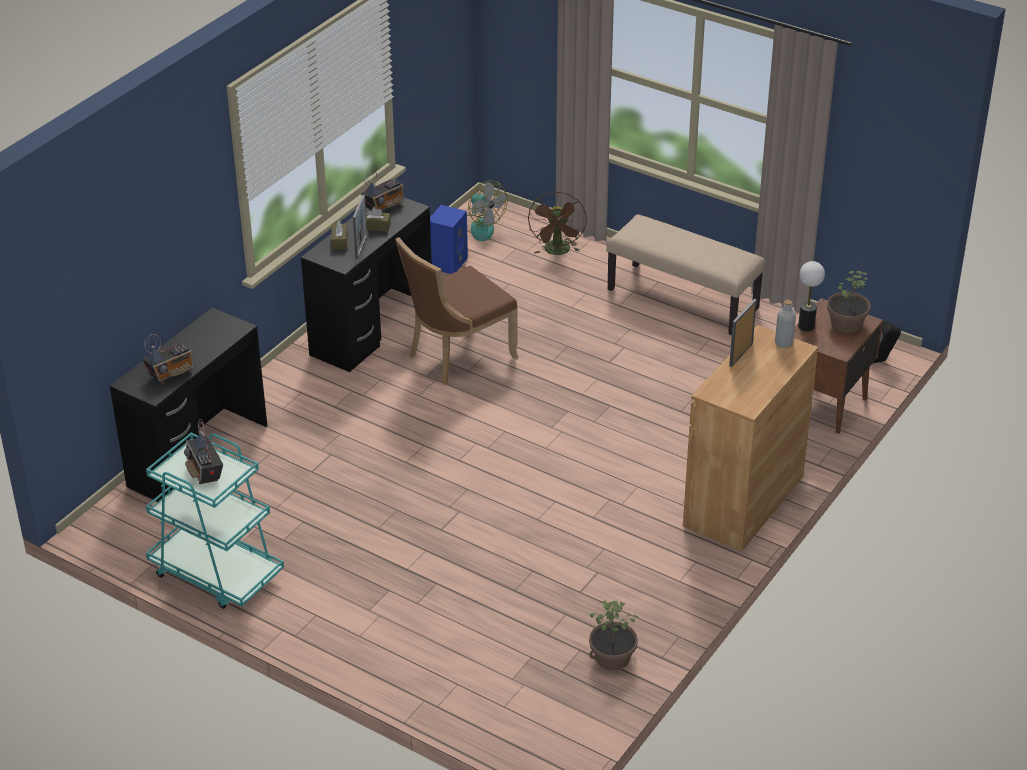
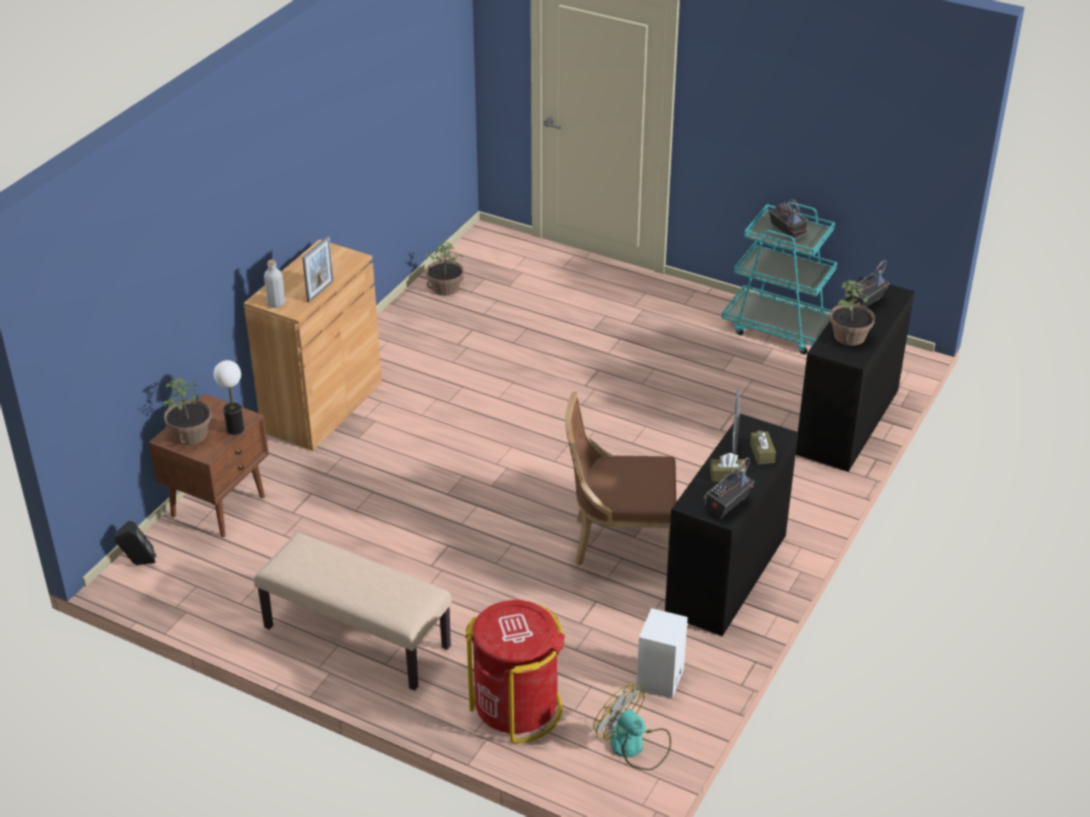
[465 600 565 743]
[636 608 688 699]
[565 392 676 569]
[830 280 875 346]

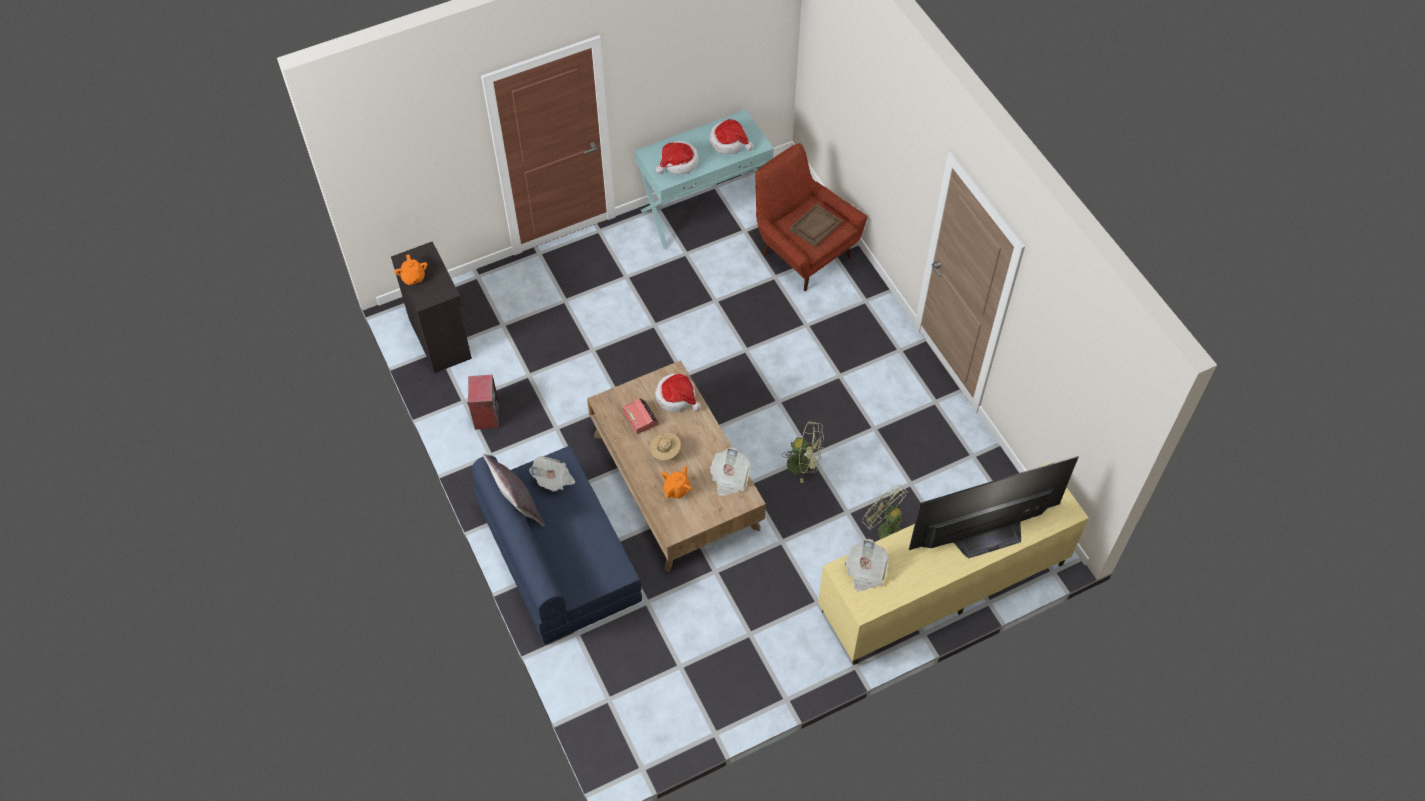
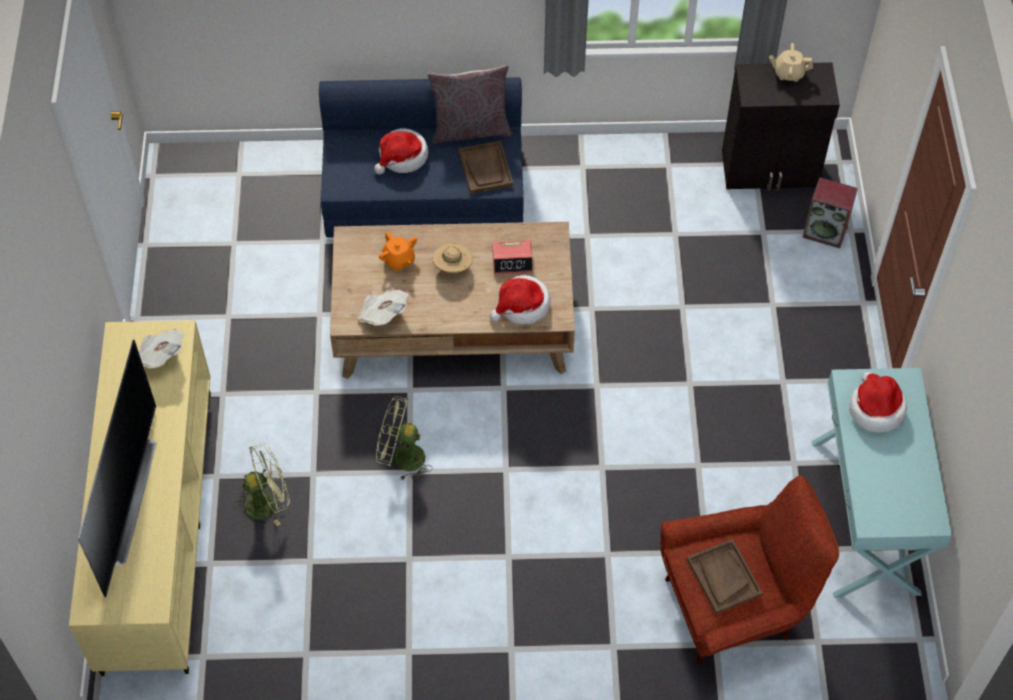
[374 128 428 175]
[769 43 813 82]
[802 177 858 248]
[376 396 433 481]
[458 141 513 194]

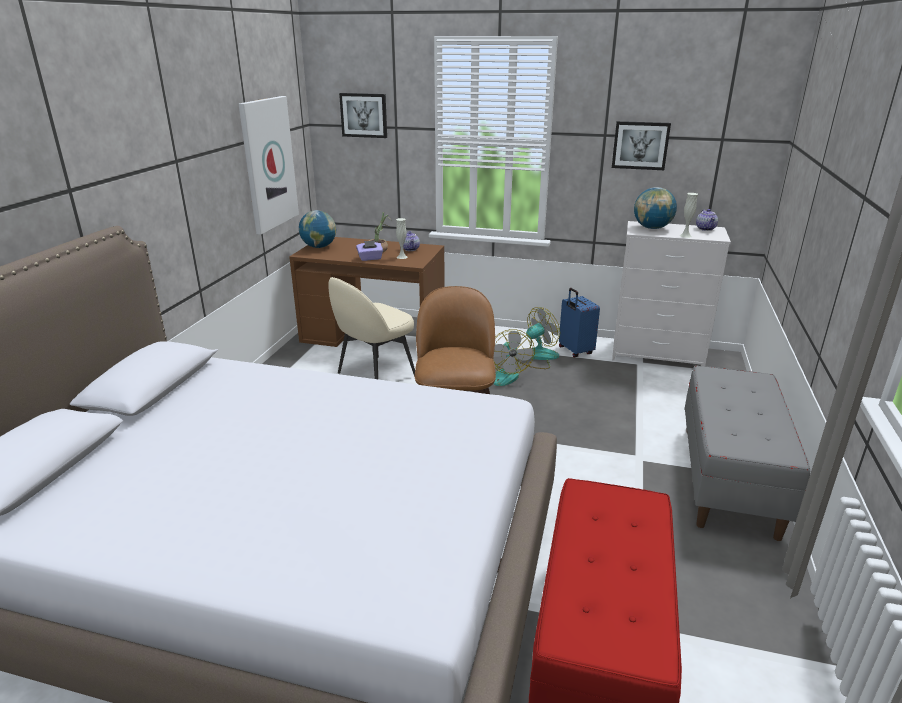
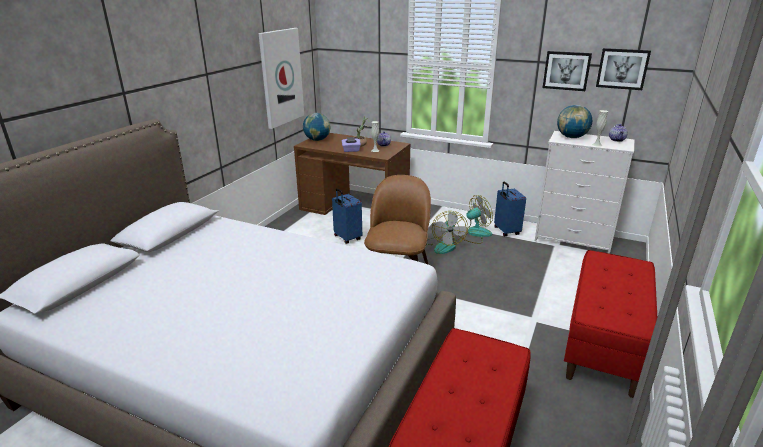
[596 48 651 90]
[332 188 362 244]
[564 250 657 398]

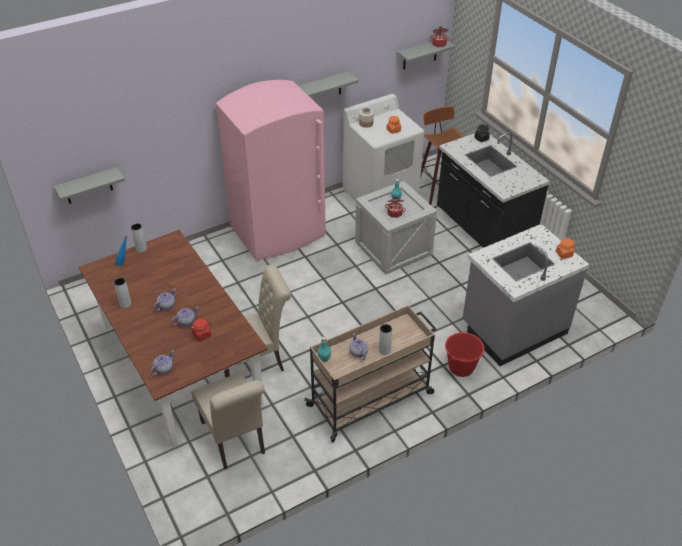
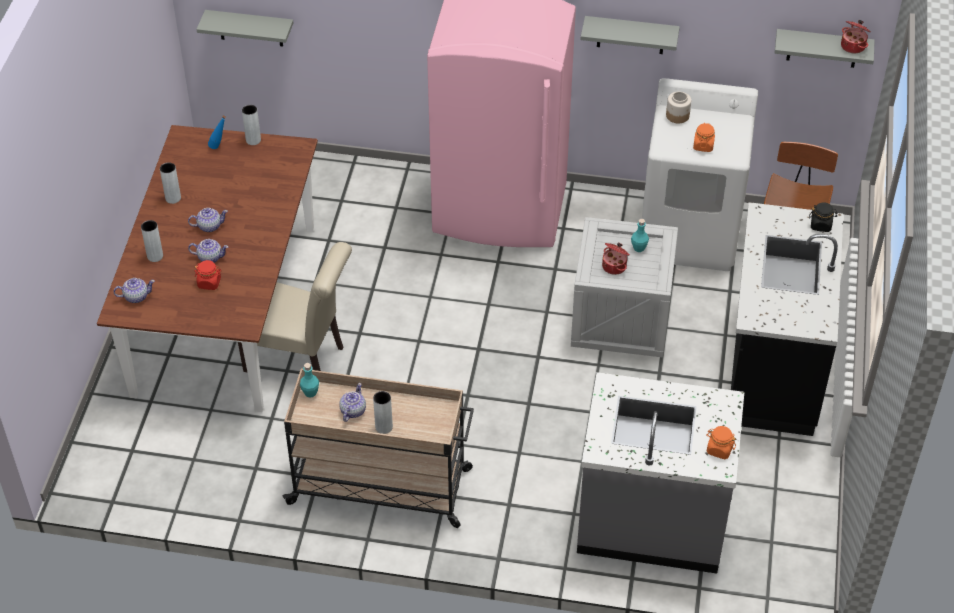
[445 332 484 377] (first image)
[191 373 265 469] (first image)
[141 220 163 262]

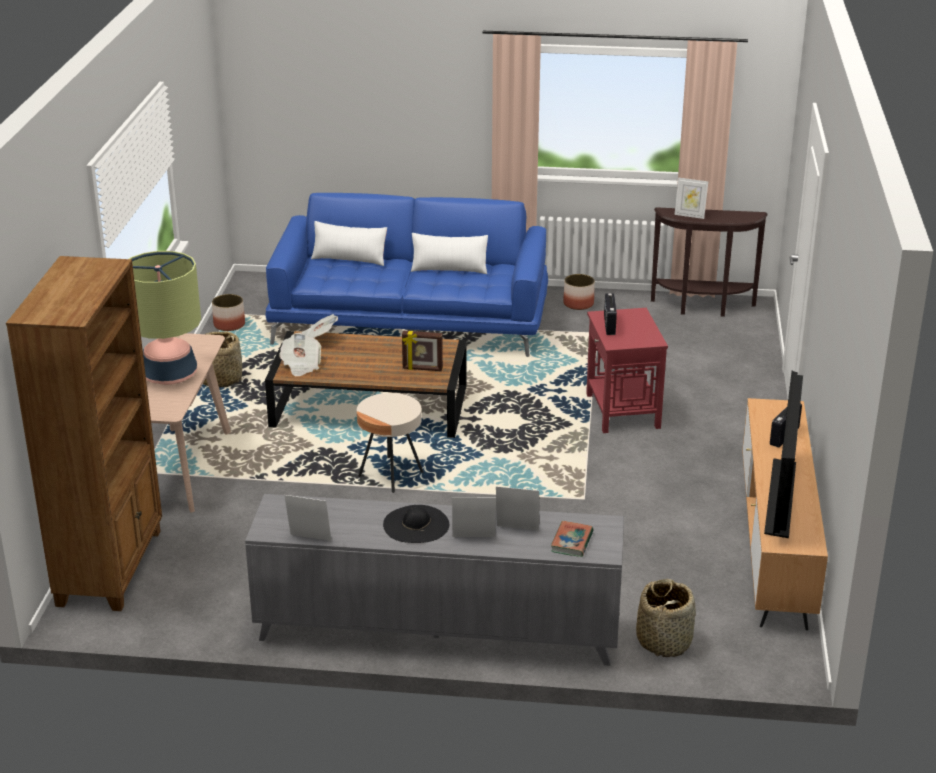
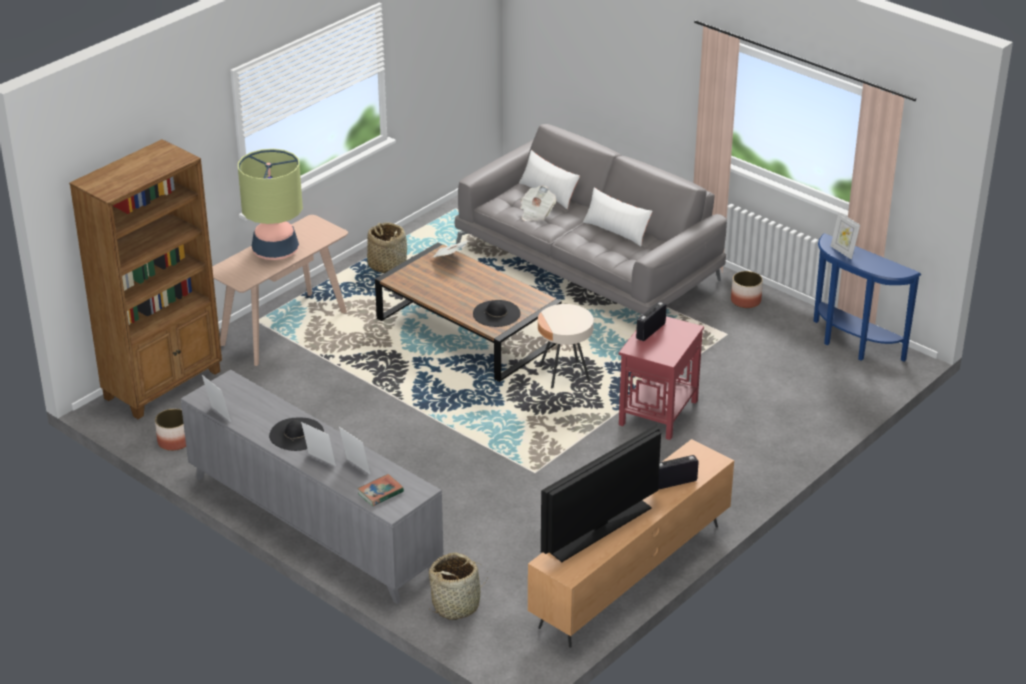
[454 124 727 315]
[813 233 921 362]
[155 409 186 451]
[473 300 521 327]
[520 185 556 221]
[538 304 594 388]

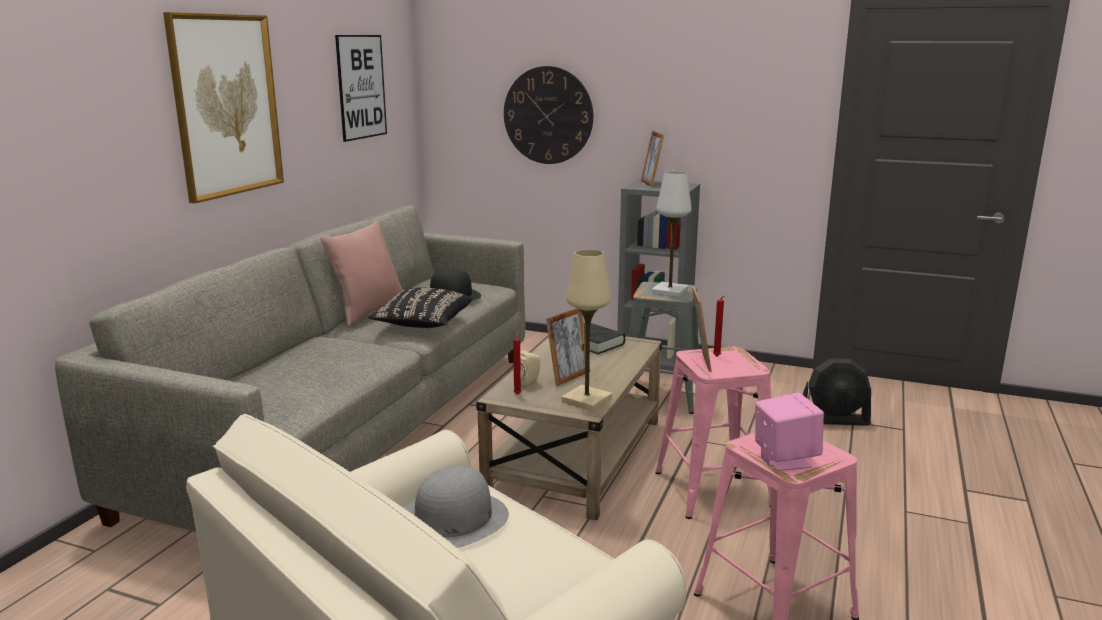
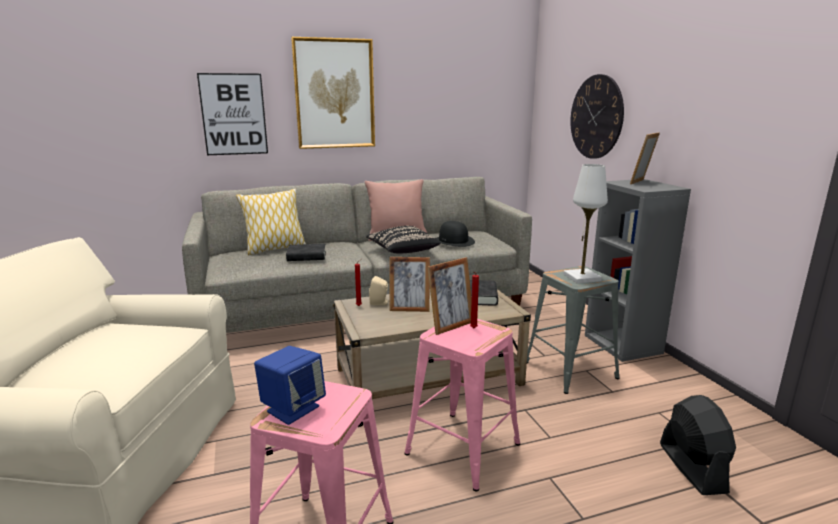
[197 73 268 155]
[562 249 612 411] (first image)
[660 395 736 495]
[254 346 326 425]
[405 465 509 548] (first image)
[236 189 306 256]
[286 244 326 261]

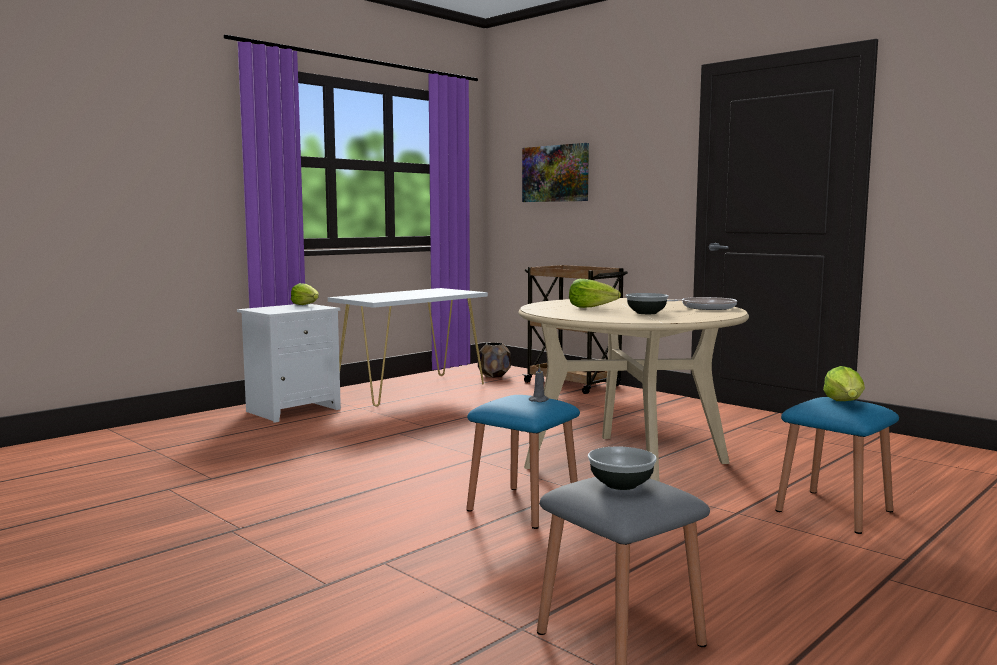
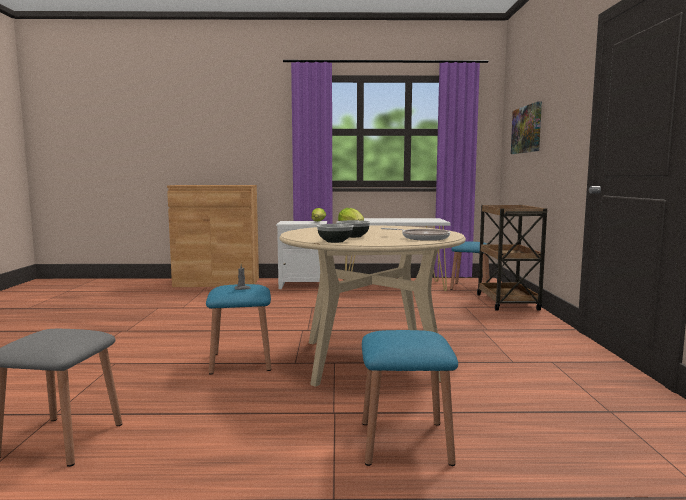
[450 241 490 290]
[823 366 865 401] (first image)
[317 224 353 243]
[167 185 259 287]

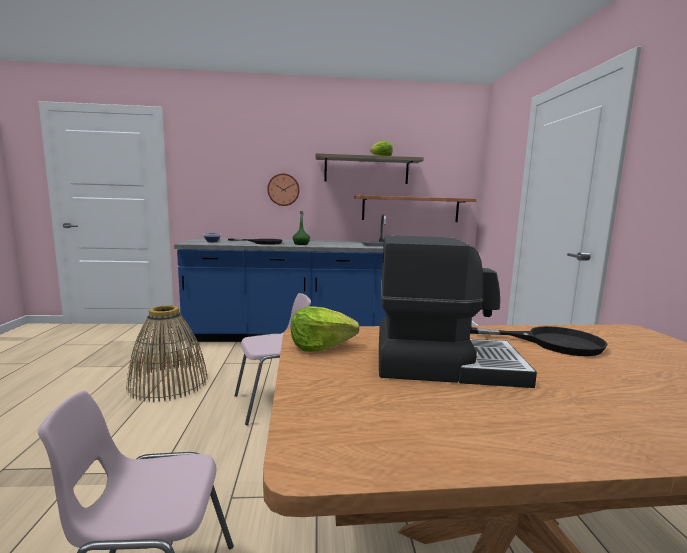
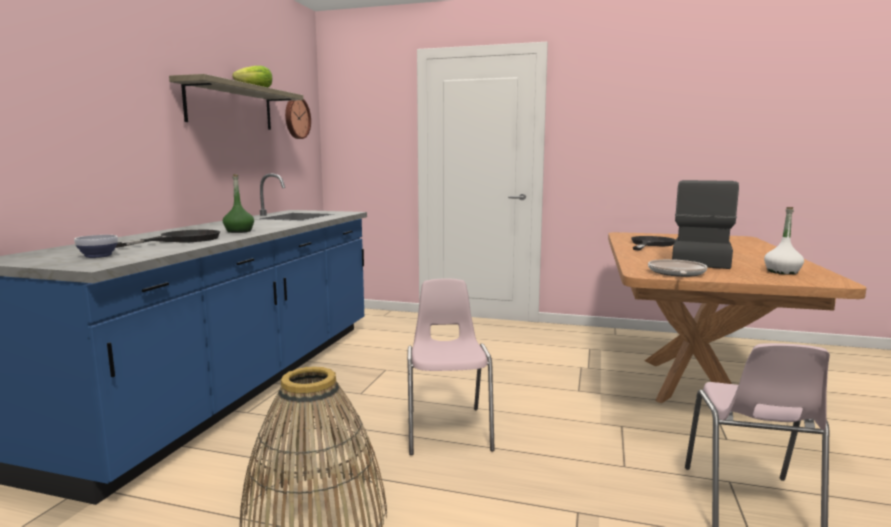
[285 100 311 139]
[354 195 477 222] (first image)
[648 259 707 277]
[764 207 804 275]

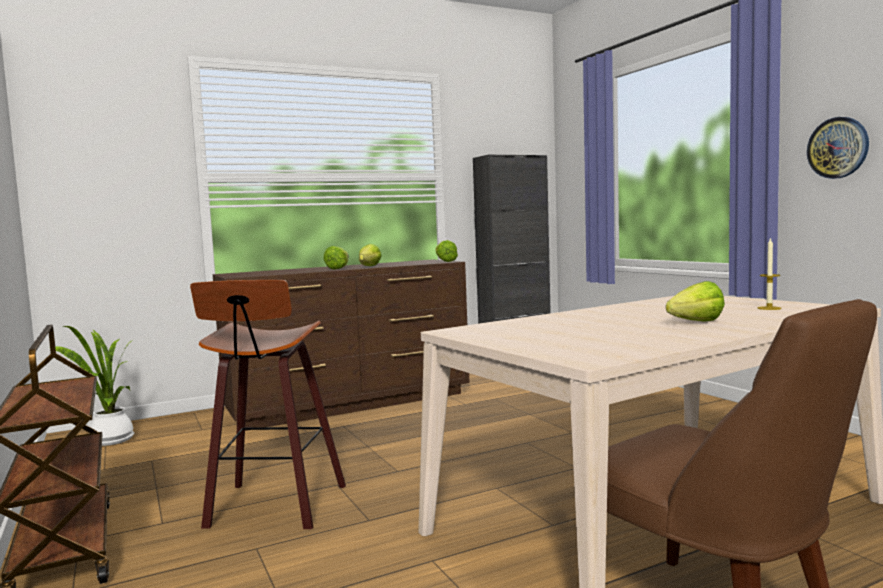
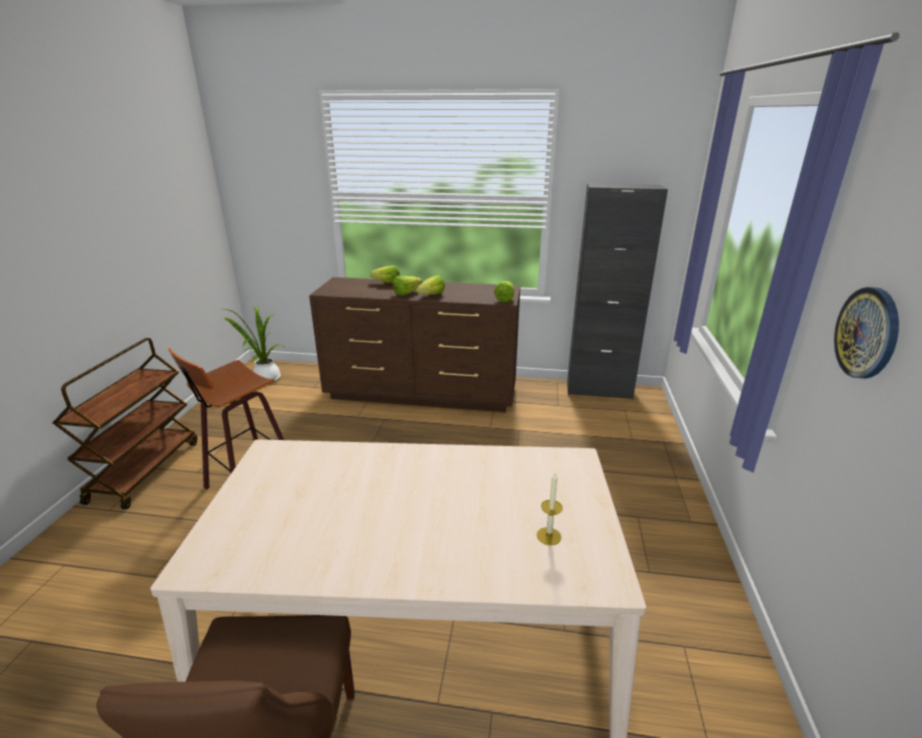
[370 266 400 284]

